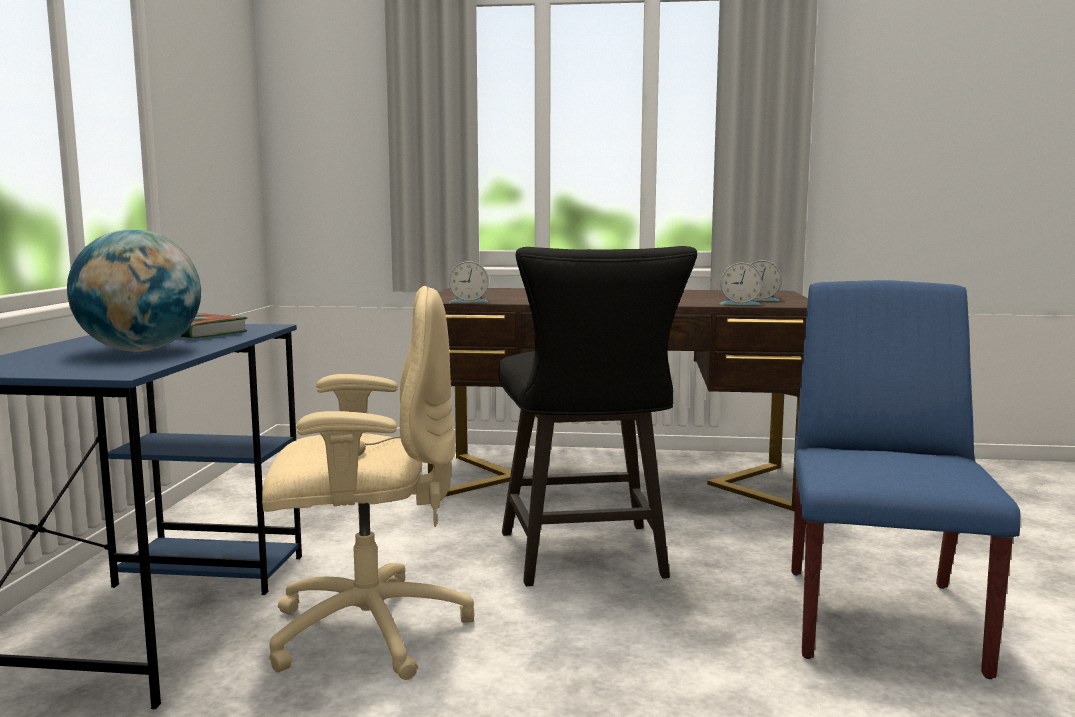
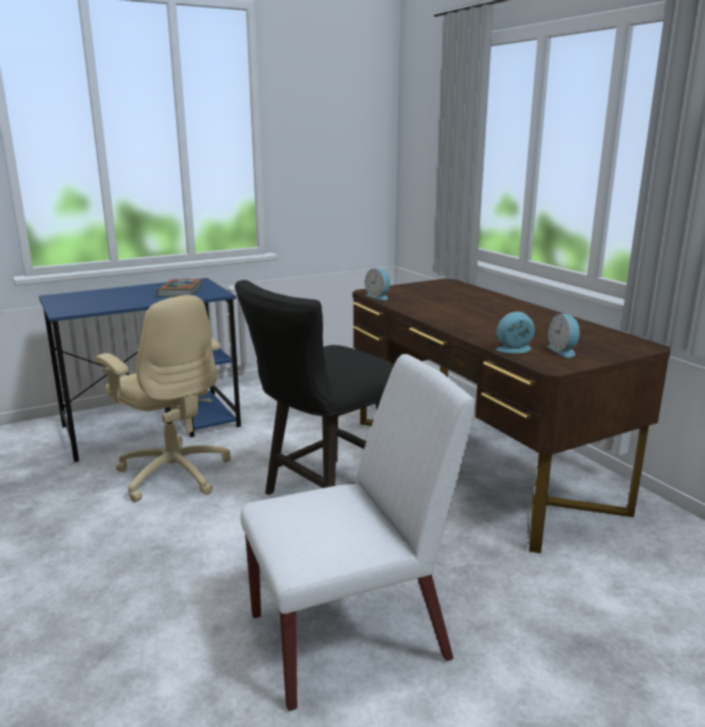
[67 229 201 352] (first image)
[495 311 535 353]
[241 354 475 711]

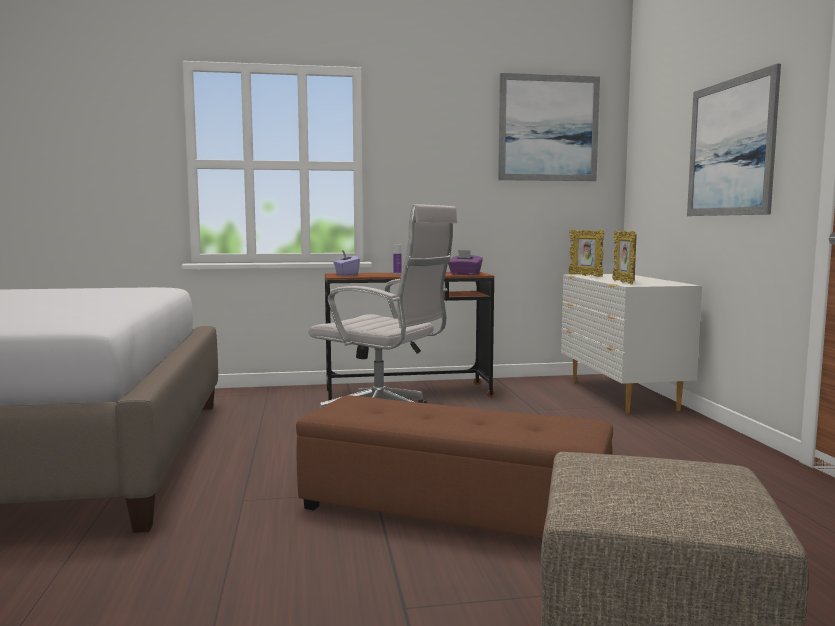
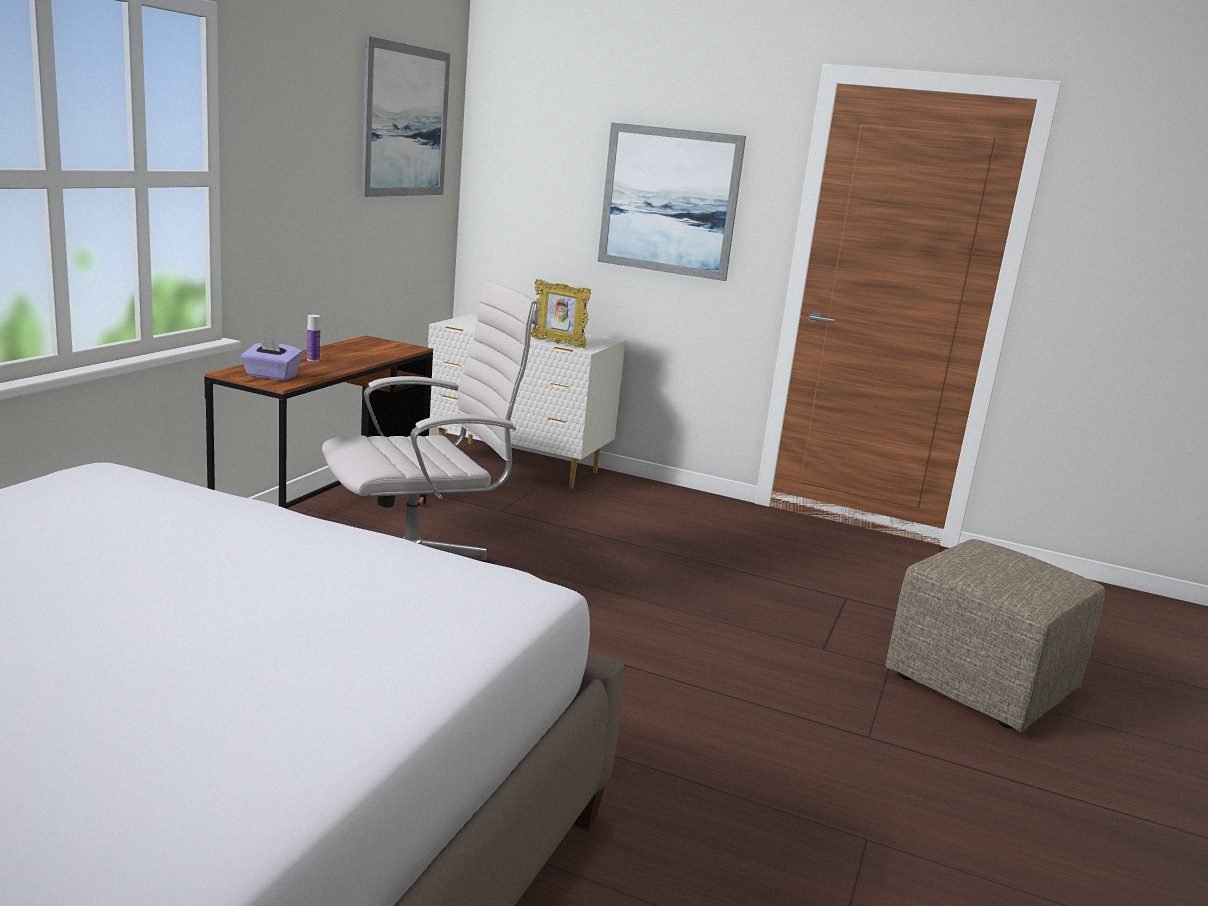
[568 230 605 277] (first image)
[448 250 483 275] (first image)
[296 395 613 538] (first image)

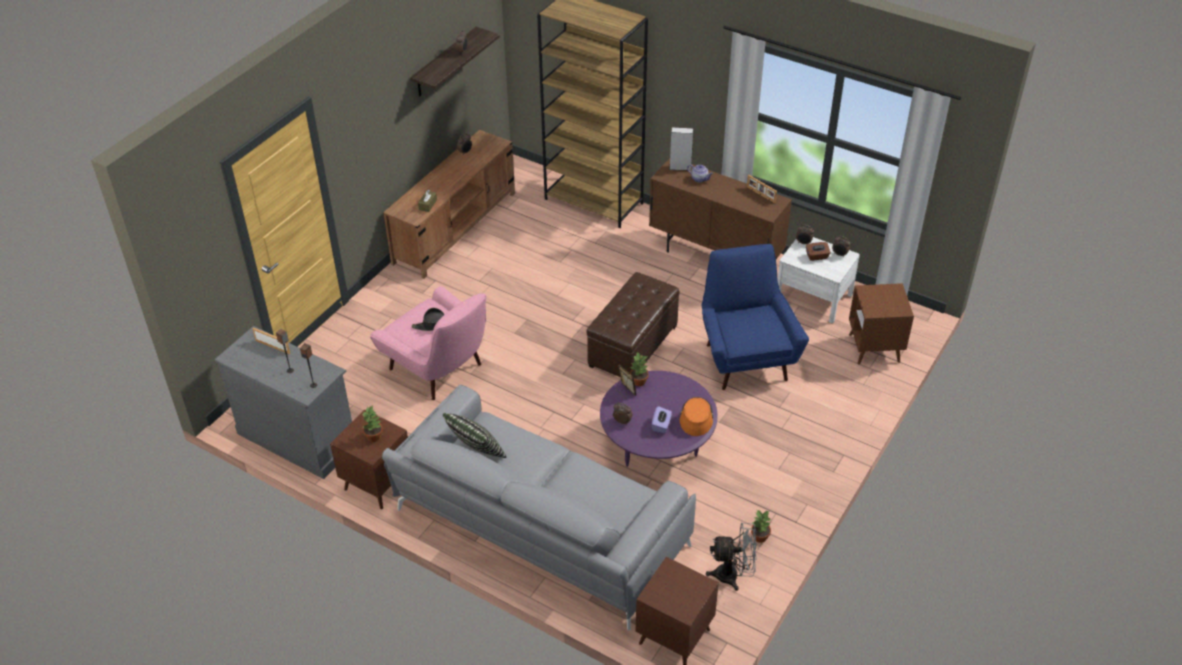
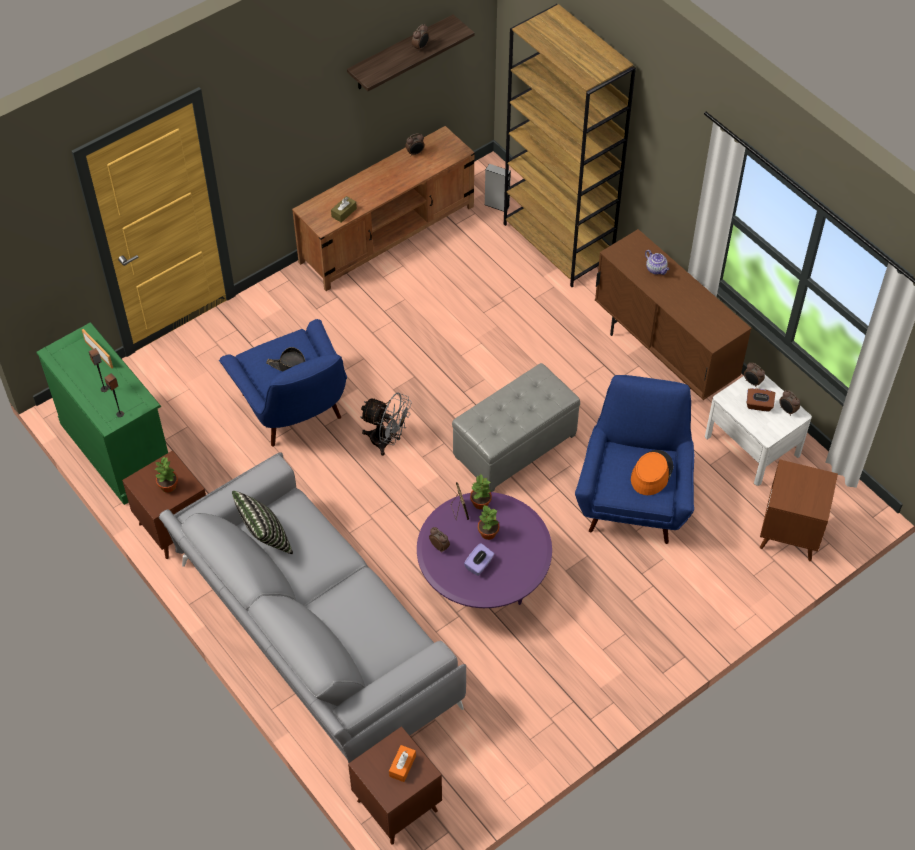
[484 164 511 212]
[747 175 777 203] (first image)
[452 363 580 492]
[219 319 347 447]
[36 322 168 505]
[631 450 673 495]
[478 505 499 540]
[360 392 412 456]
[389 745 416 782]

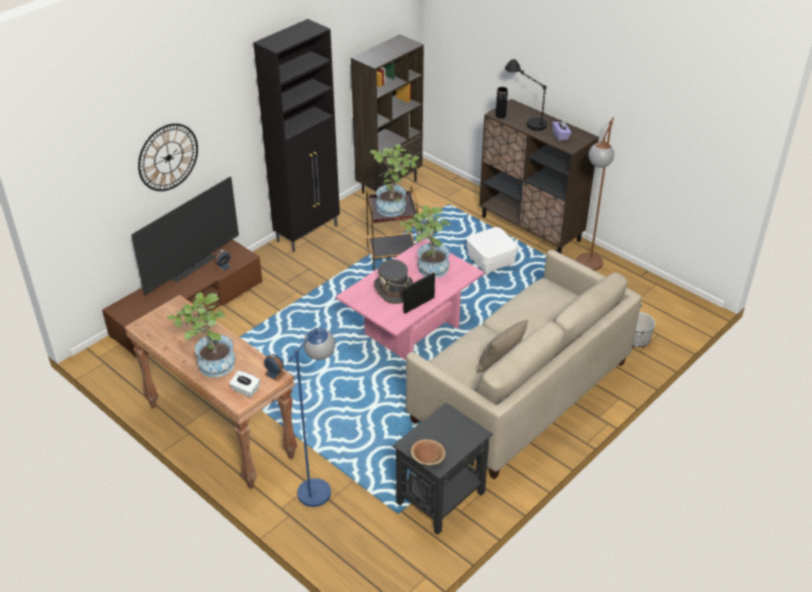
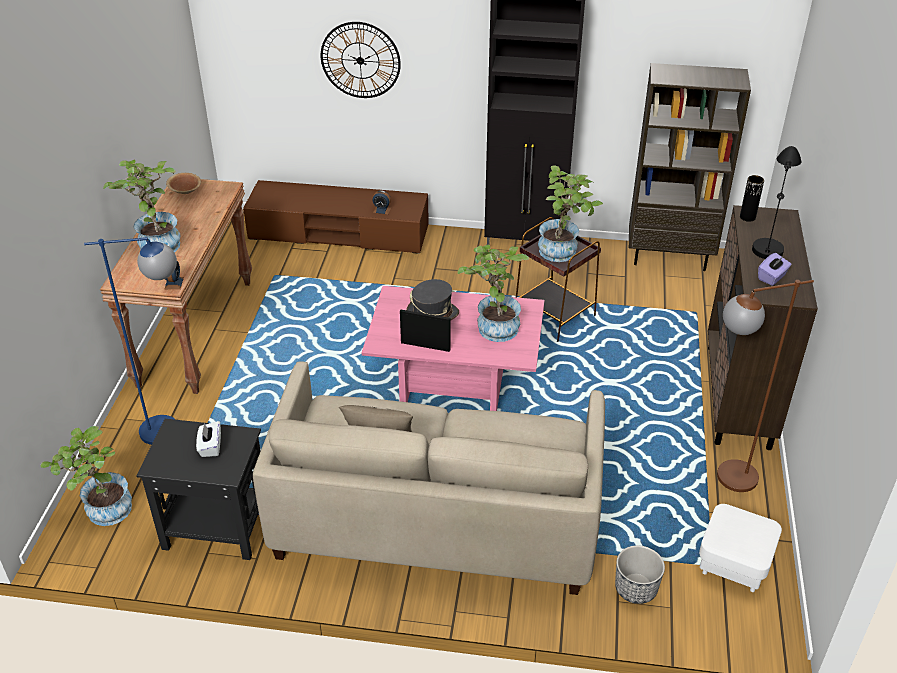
[131 177 239 295] (first image)
[699 504 782 592]
[196 421 221 457]
[166 173 201 194]
[40 426 132 526]

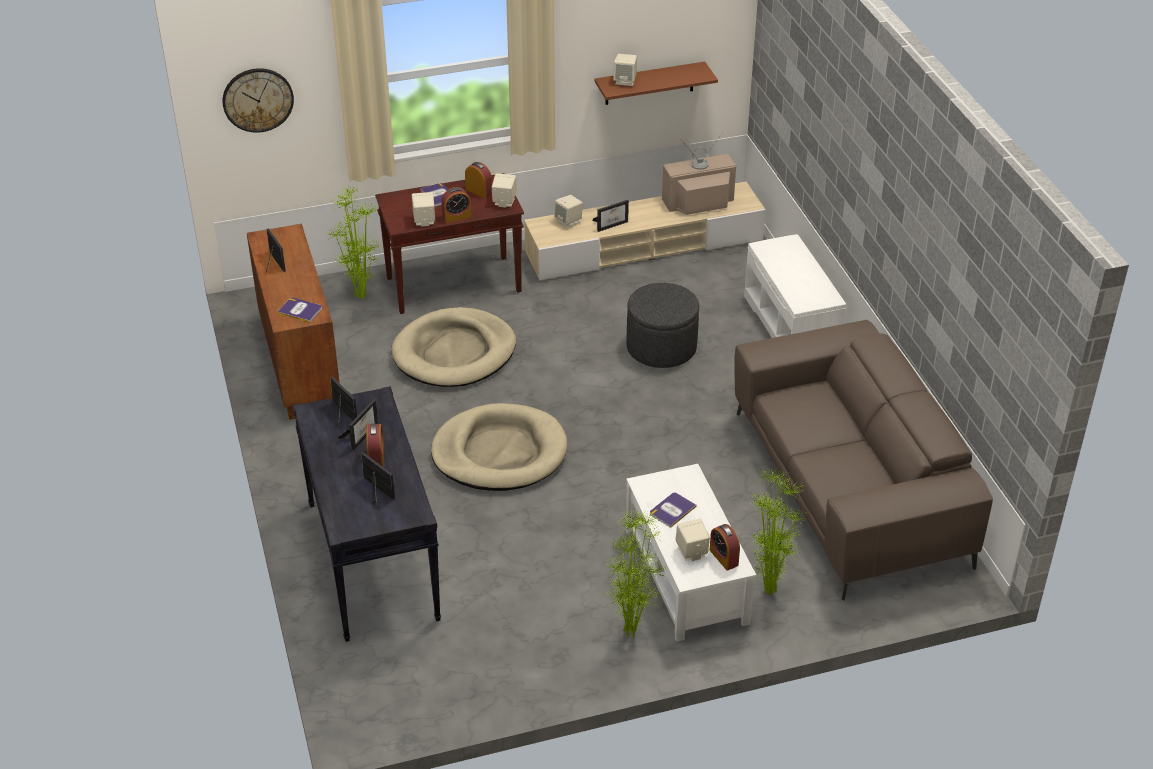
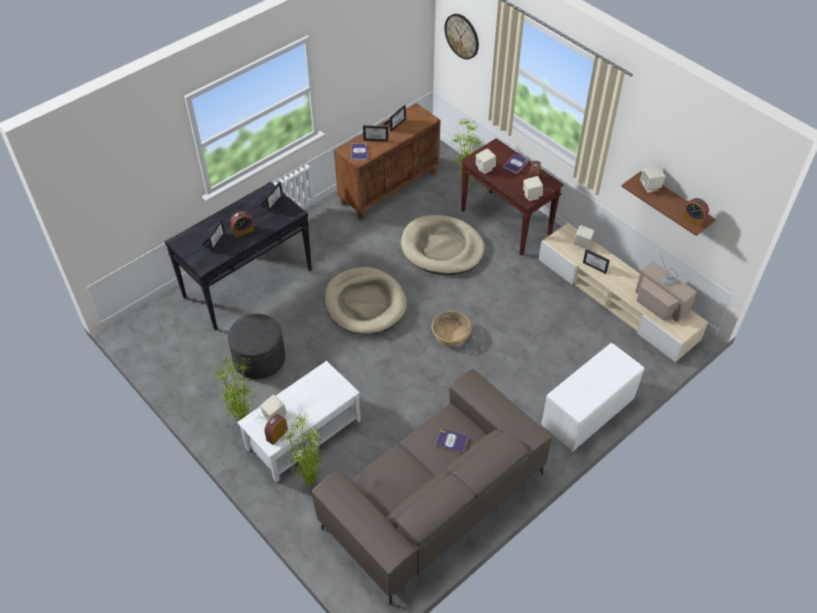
[682 198 709 228]
[228 314 285 379]
[363 125 388 141]
[435 429 468 454]
[431 311 472 347]

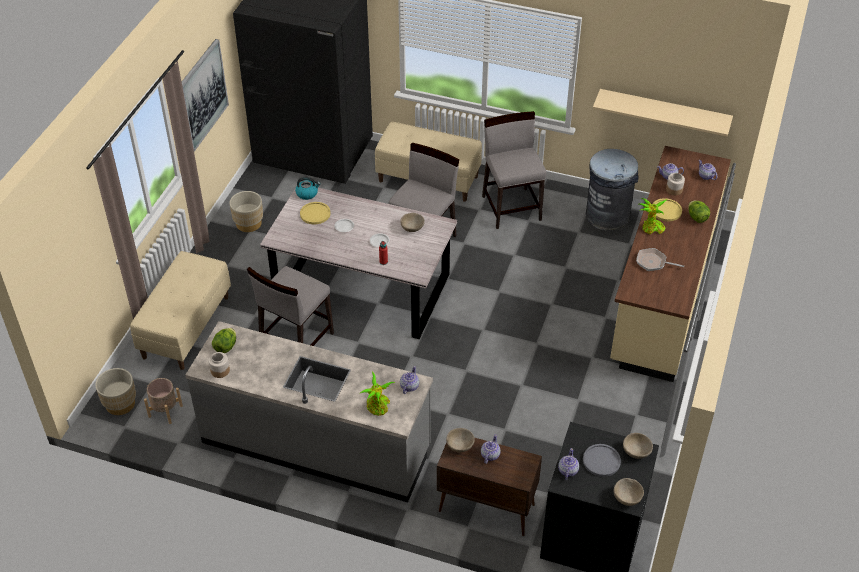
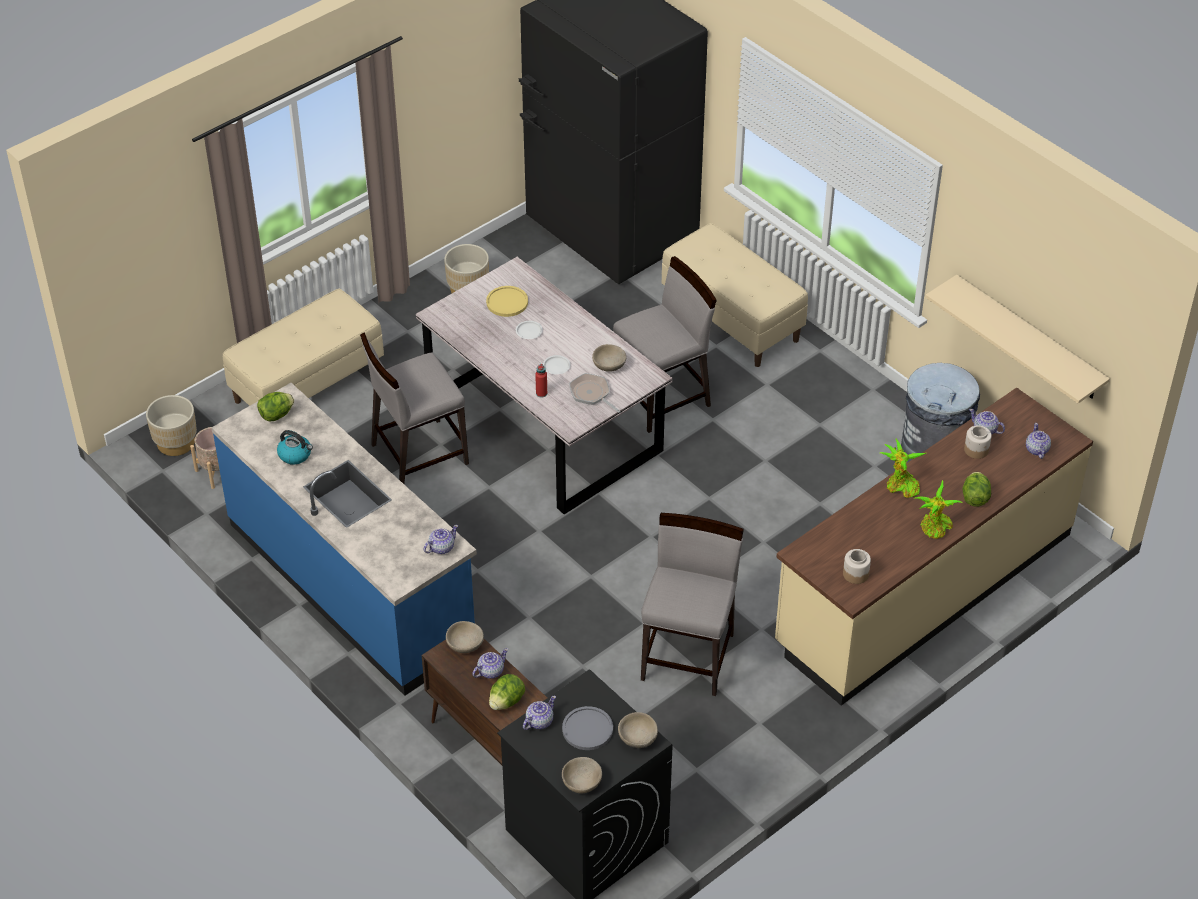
[182 39 229 152] (first image)
[641 513 744 696]
[277 430 313 465]
[652 198 682 221] (first image)
[569 373 621 413]
[211 383 477 696]
[843 549 871 584]
[913 480 962 539]
[489 674 525 710]

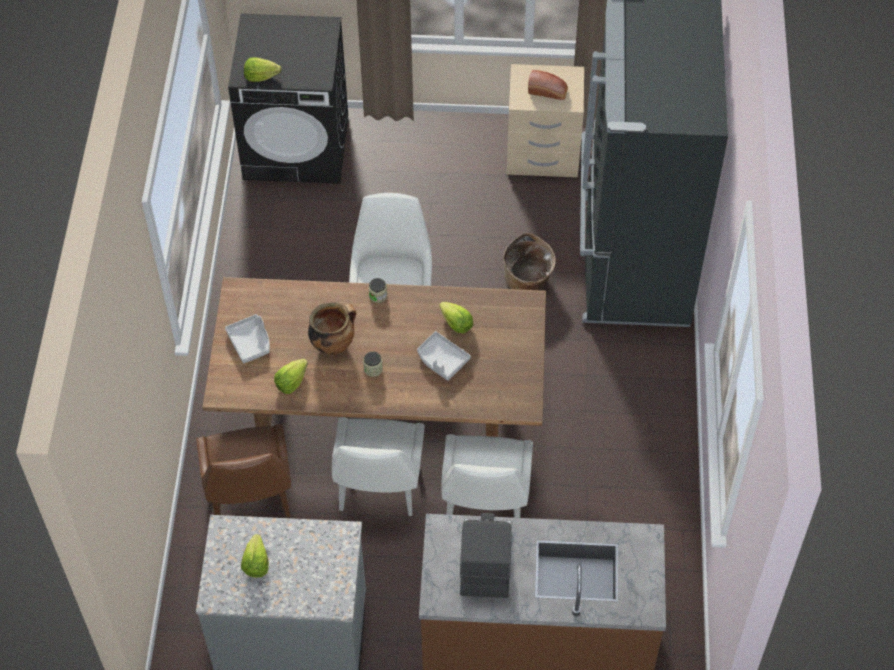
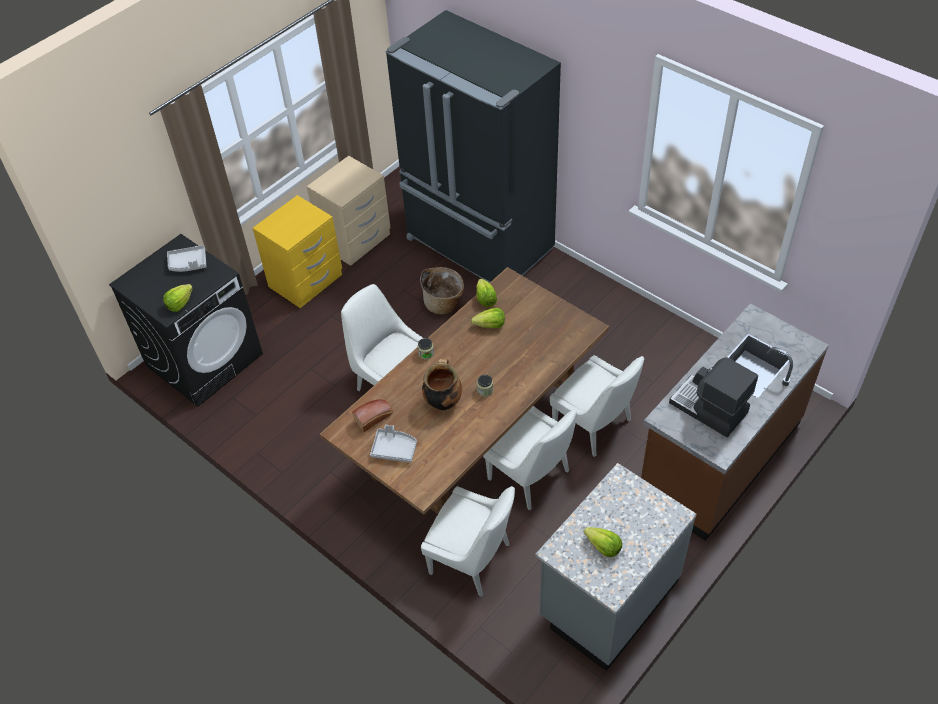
[352 399 393 432]
[167 245 207 272]
[476 279 497 307]
[421 486 515 597]
[253 195 342 308]

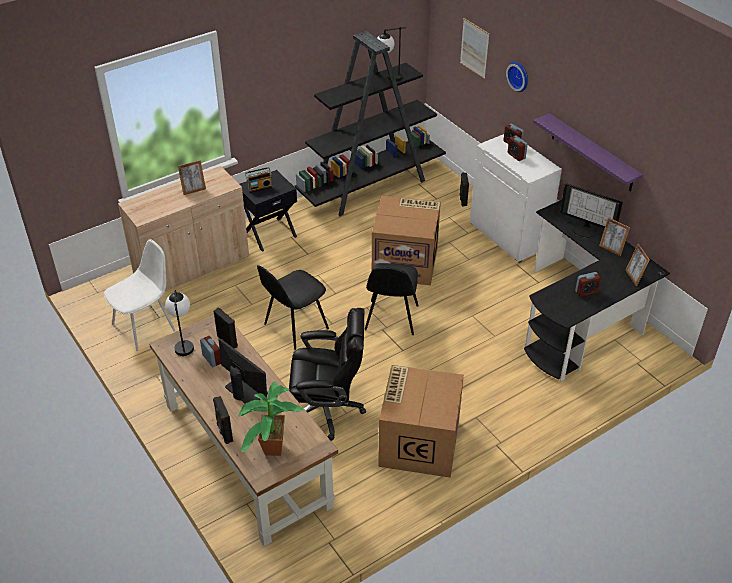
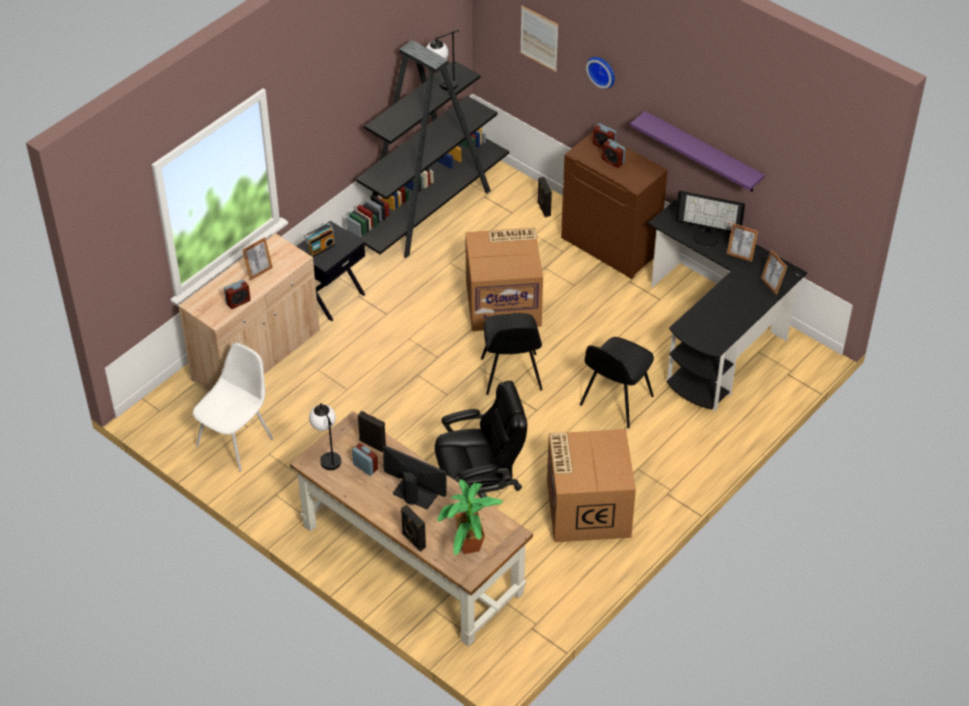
[561 132 668 279]
[580 337 654 428]
[224 279 251 309]

